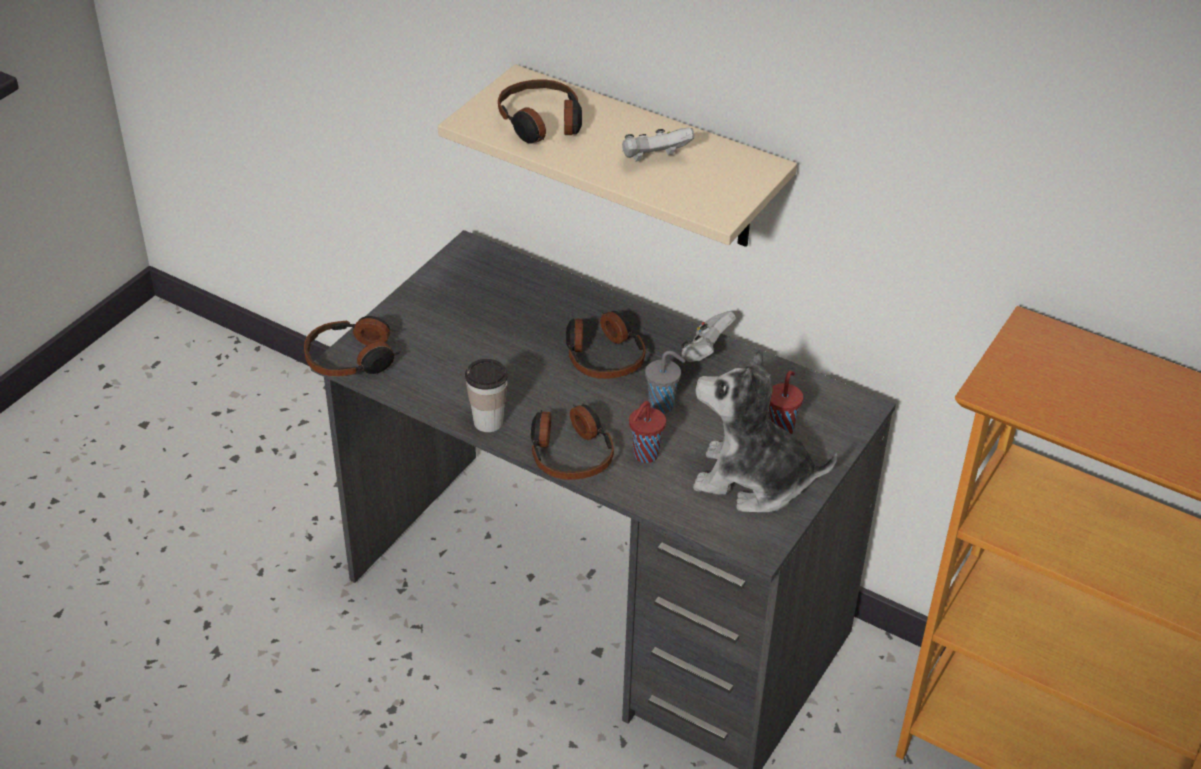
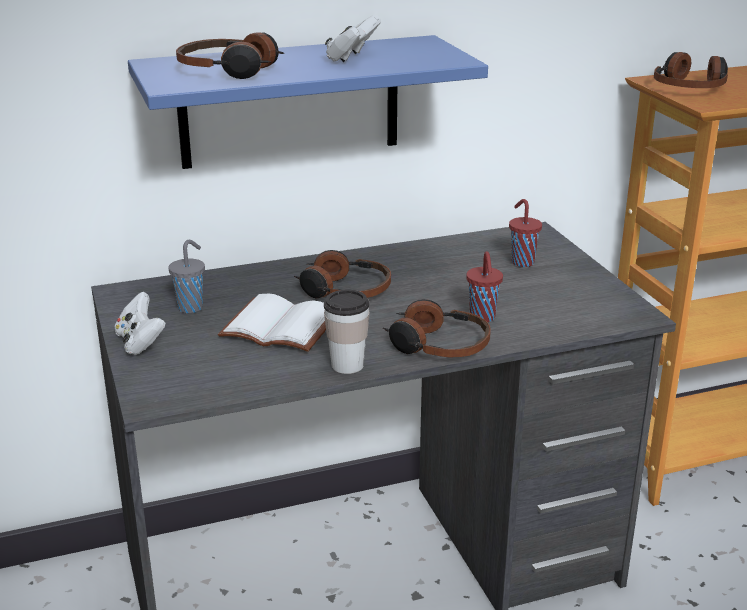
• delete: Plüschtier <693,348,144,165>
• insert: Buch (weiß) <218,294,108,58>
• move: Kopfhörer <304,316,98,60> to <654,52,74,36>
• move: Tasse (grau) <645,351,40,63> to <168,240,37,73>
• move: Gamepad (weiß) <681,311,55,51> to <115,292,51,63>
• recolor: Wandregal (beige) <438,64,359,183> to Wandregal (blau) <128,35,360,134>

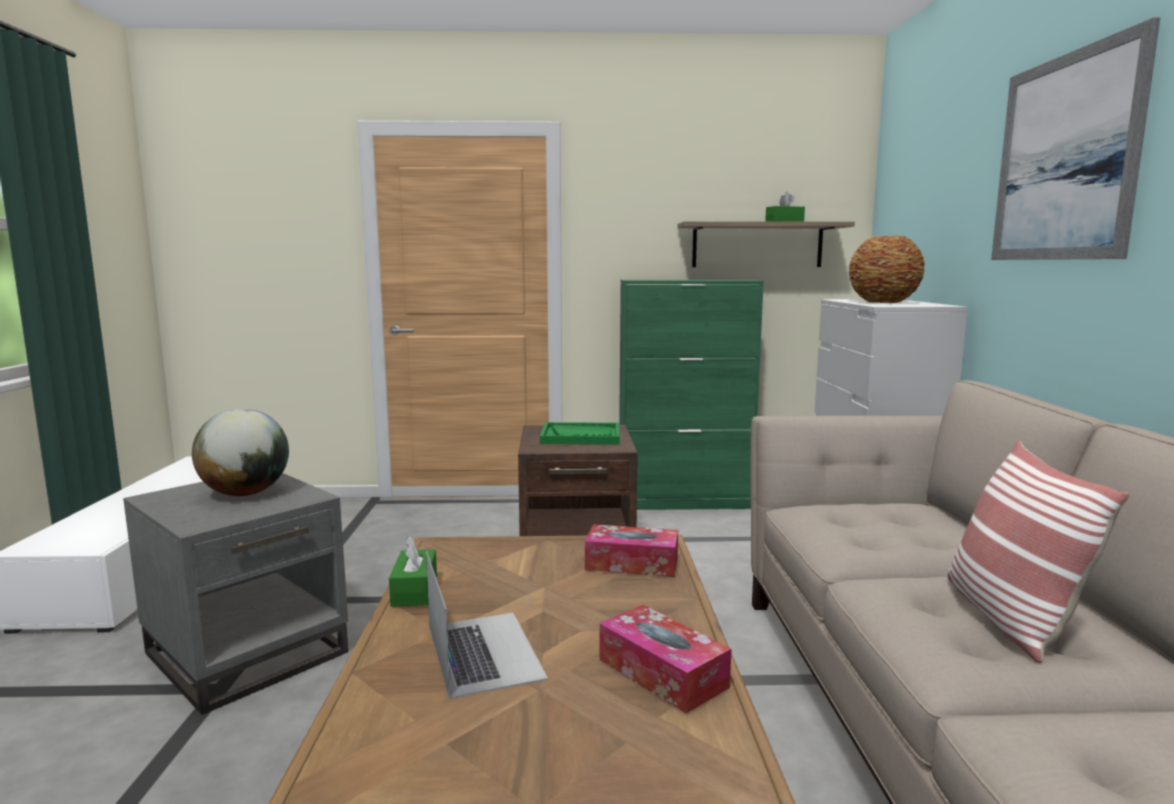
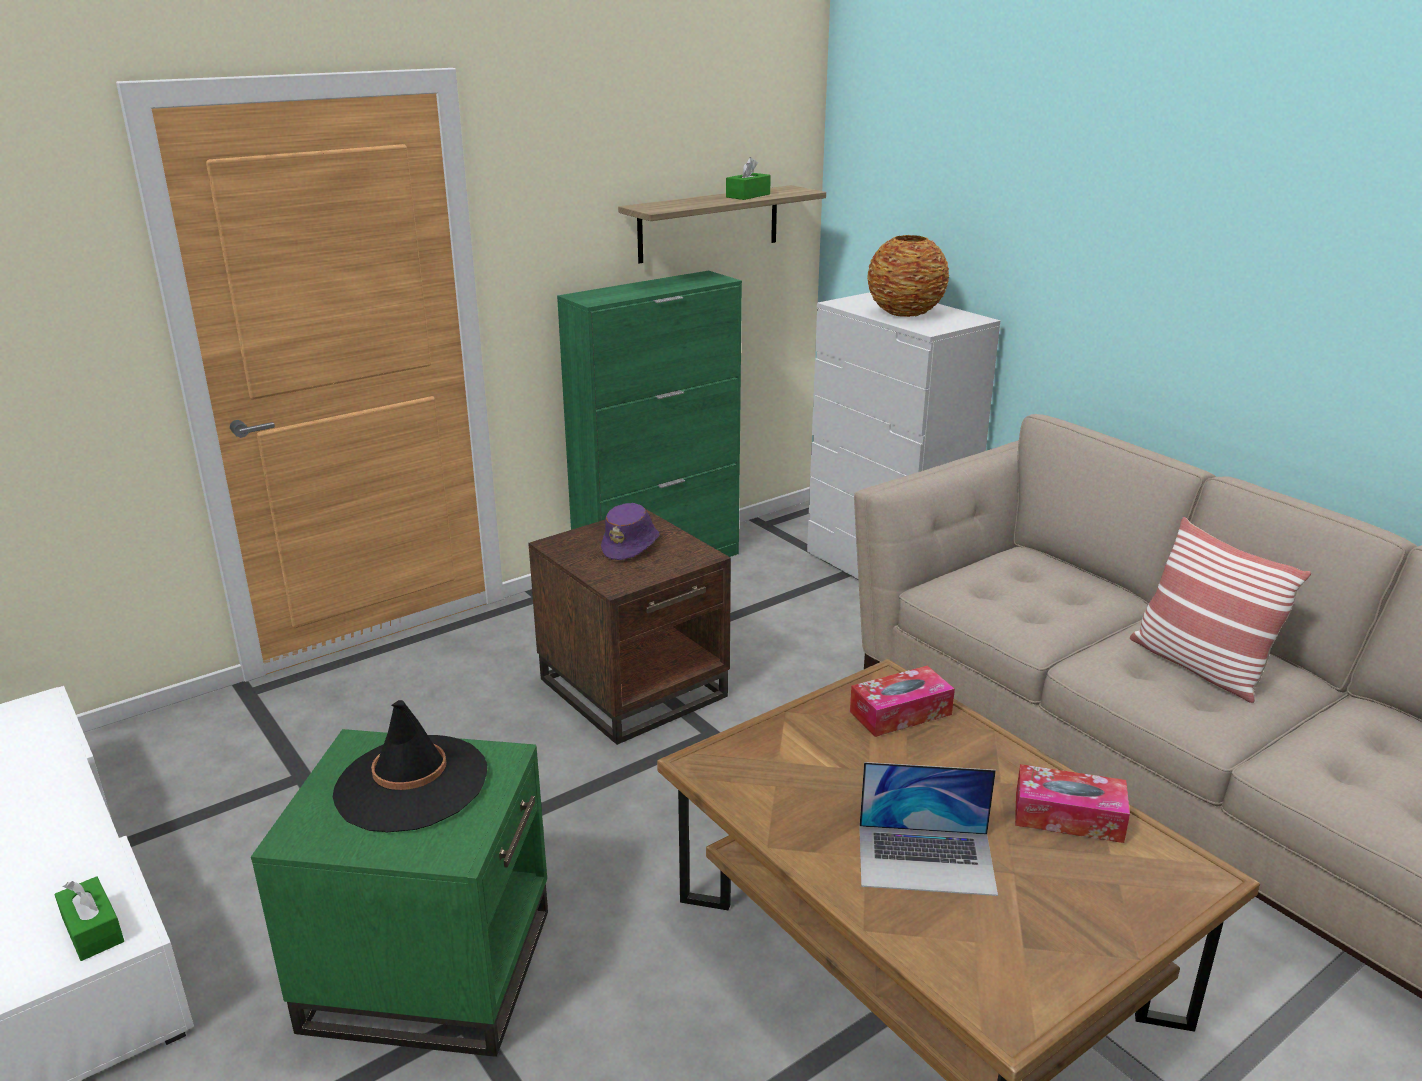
• delete: Bild <991,17,169,243>
• move: Taschentuchbox (grün) <389,536,48,71> to <54,876,70,85>
• replace: Globus <192,408,97,88> to Hut (schwarz) <333,700,154,133>
• replace: Tablett (grün) <540,422,80,23> to Hut (lila) <601,503,59,57>
• recolor: Beistelltisch (grau) <123,473,225,242> to Beistelltisch (grün) <251,729,297,328>
• rotate: Laptop <426,551,122,148> = <860,762,138,134> 150 degrees clockwise

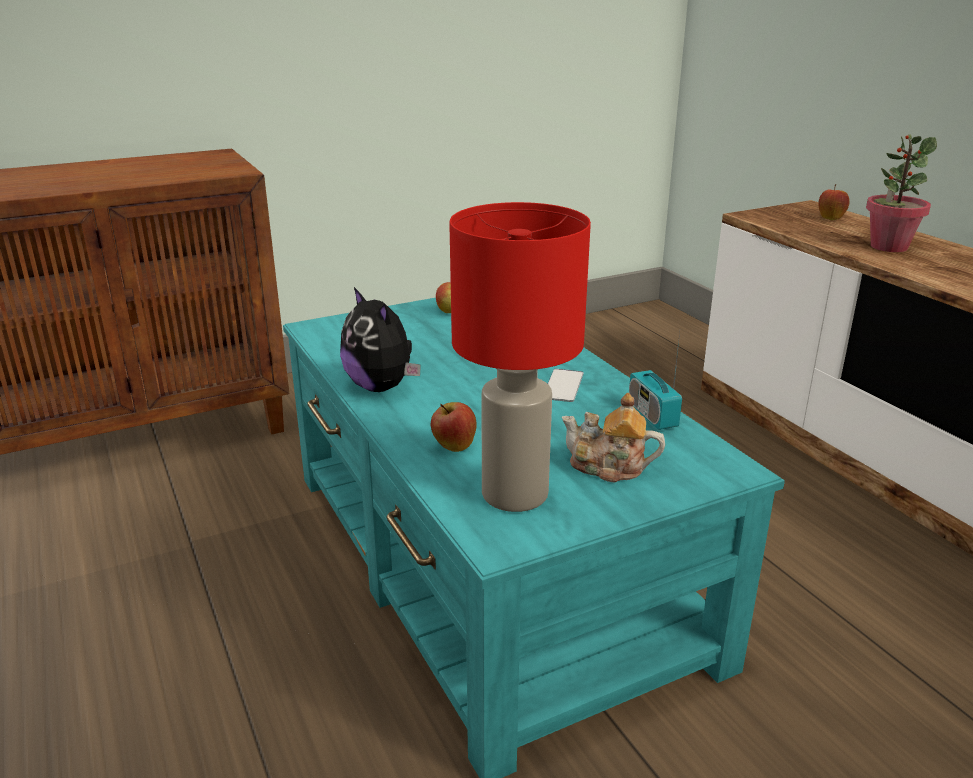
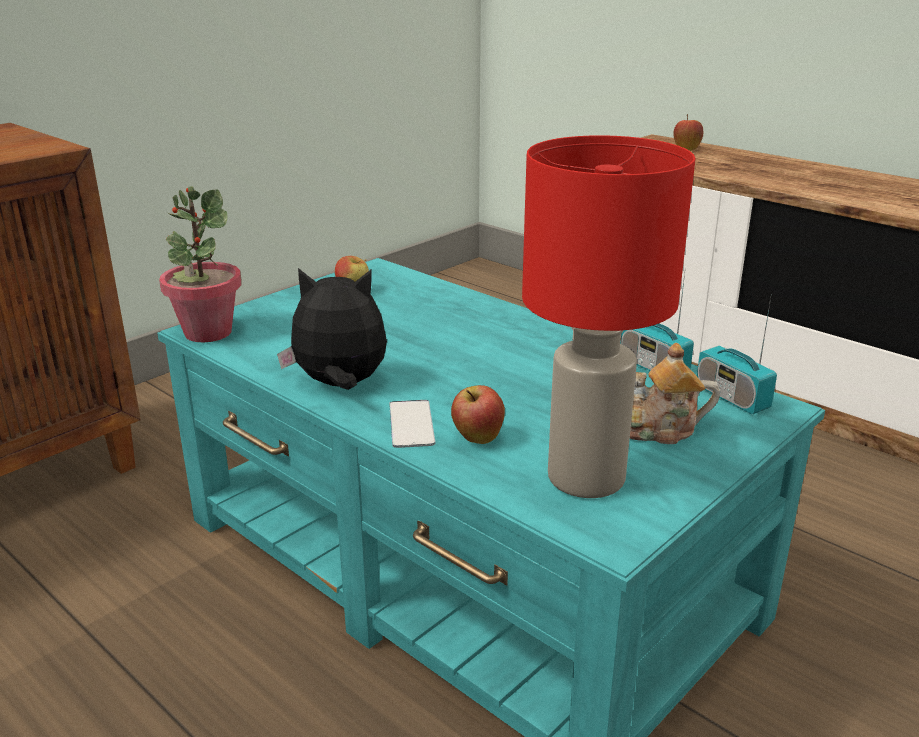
• insert: Radio <697,298,80,116>
• move: Handy <548,369,36,33> to <389,400,46,48>
• move: Topfpflanze <866,134,71,118> to <159,186,83,156>
• rotate: Plüschtier <340,287,81,105> = <277,268,110,122> 150 degrees clockwise

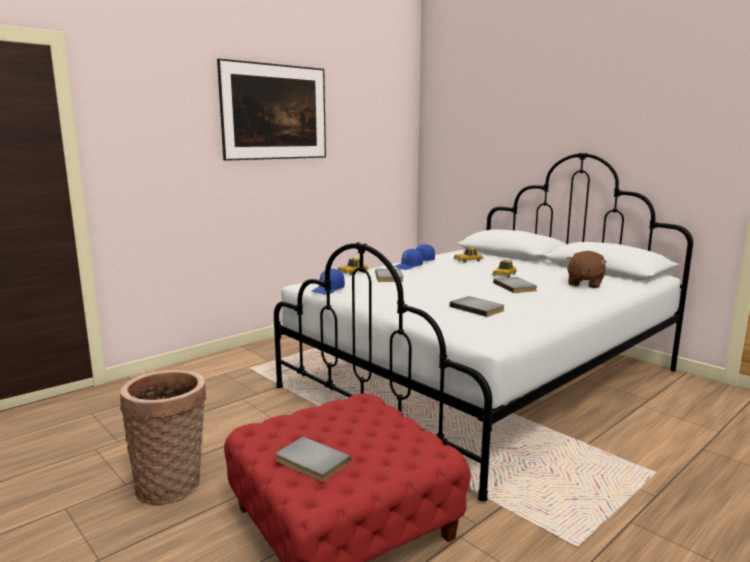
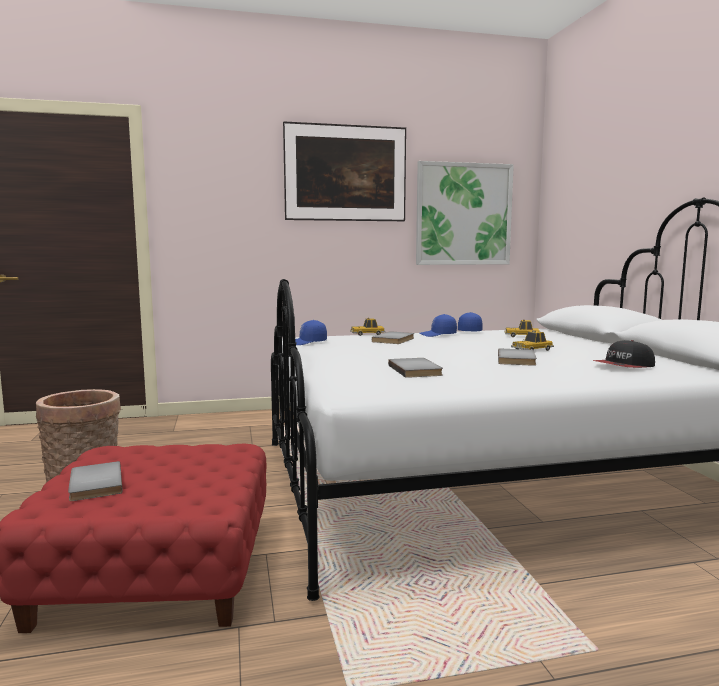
• insert: Bild <416,161,98,104>
• replace: Plüschtier (braun) <566,251,41,37> to Kappe <593,340,62,28>

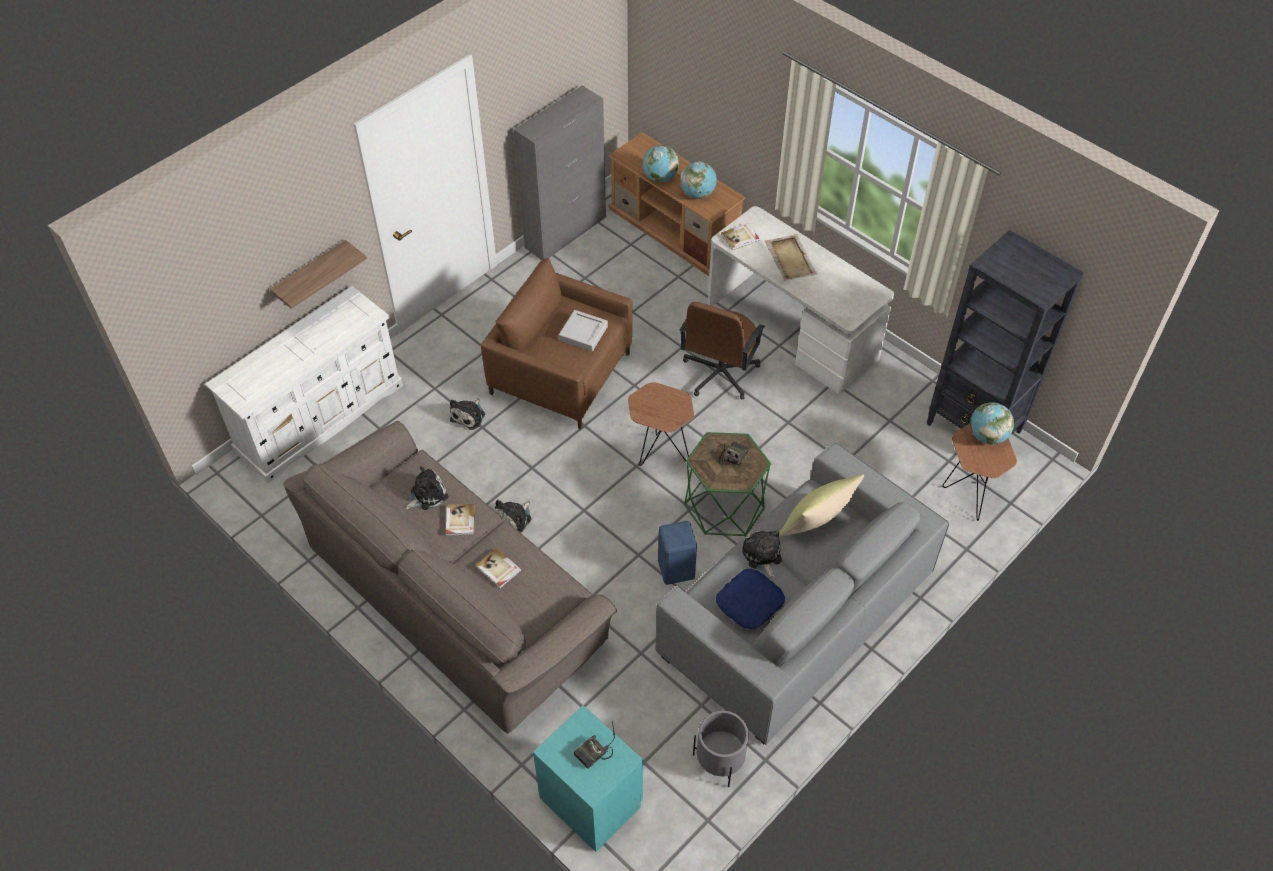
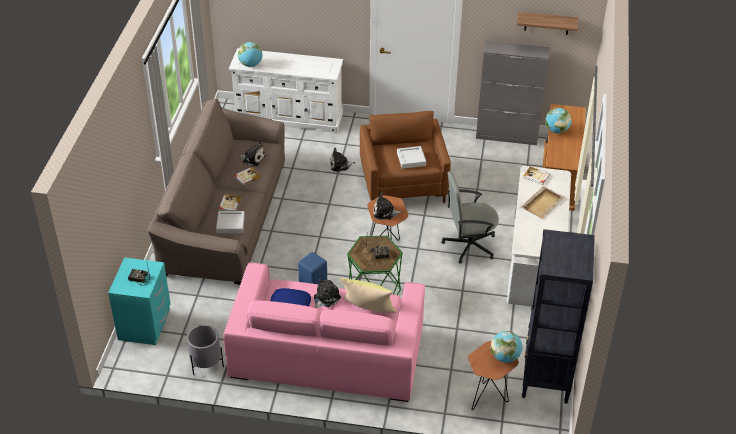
• insert: Tablett (grau) <216,211,29,22>
• move: Wandregal <270,240,97,69> to <517,12,61,23>
• move: Plüschtier <495,500,36,33> to <373,192,29,28>
• move: Globus <680,161,37,38> to <238,42,24,25>
• recolor: Sofa (grau) <655,442,294,303> to Sofa (rosa) <223,262,202,140>
• recolor: Bürostuhl (braun) <680,302,85,98> to Bürostuhl (grau) <441,171,58,93>

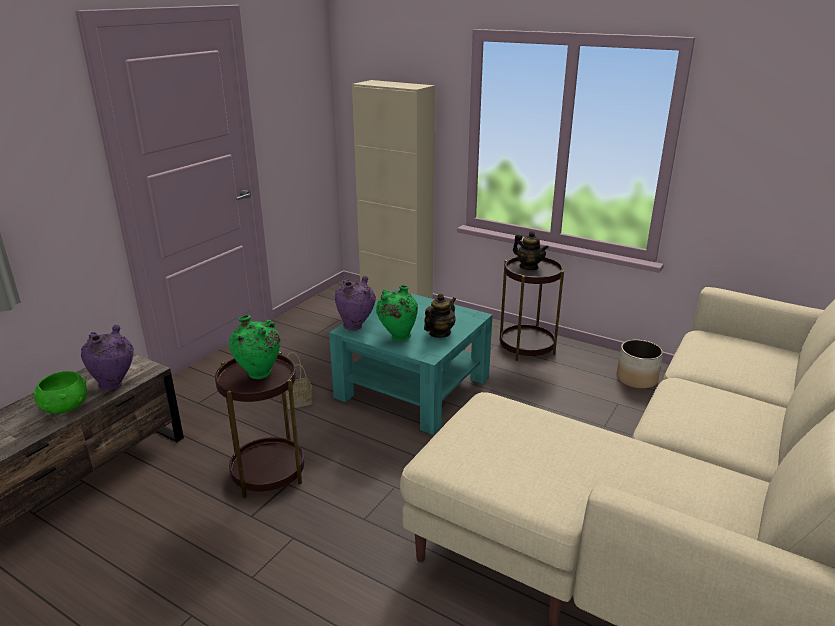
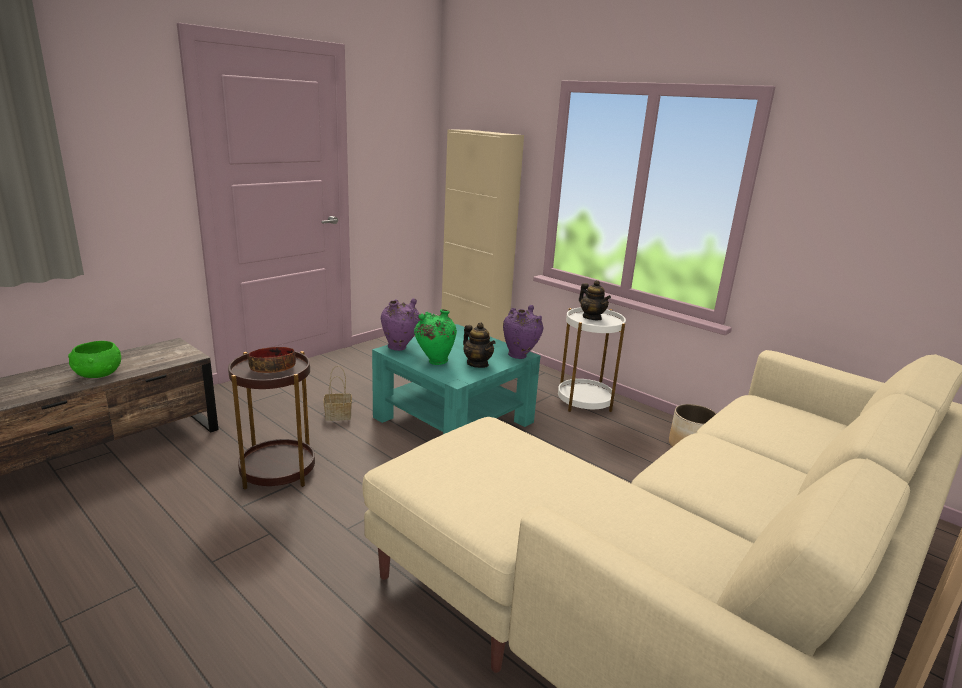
• move: Vase (lila) <81,325,53,65> to <503,305,40,54>
• replace: Vase (grün) <229,315,52,64> to Schüssel <248,347,48,26>
• recolor: Beistelltisch (braun) <500,257,64,104> to Beistelltisch (weiß) <558,307,68,105>
• rotate: Teekanne <424,294,32,44> = <463,322,33,46> 90 degrees clockwise

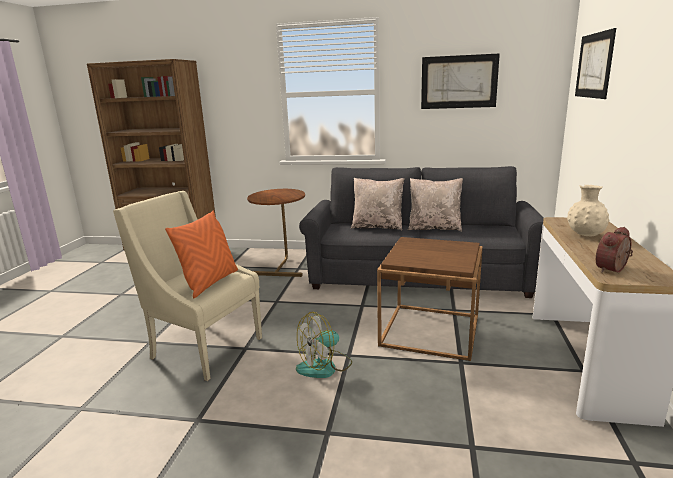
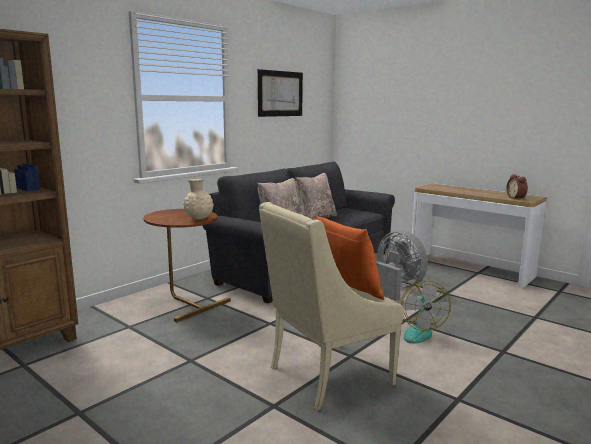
• delete: Bild <575,28,41,71>
• move: Vase (beige) <567,185,42,51> to <183,179,31,40>
• replace: Beistelltisch (braun) <377,237,106,124> to Ventilator (grau) <376,230,52,71>

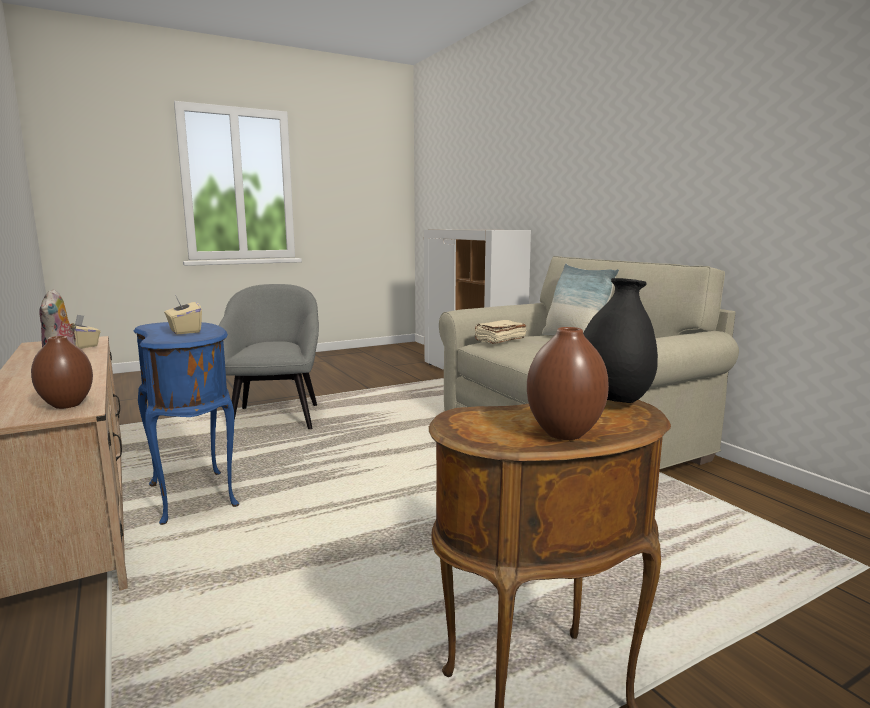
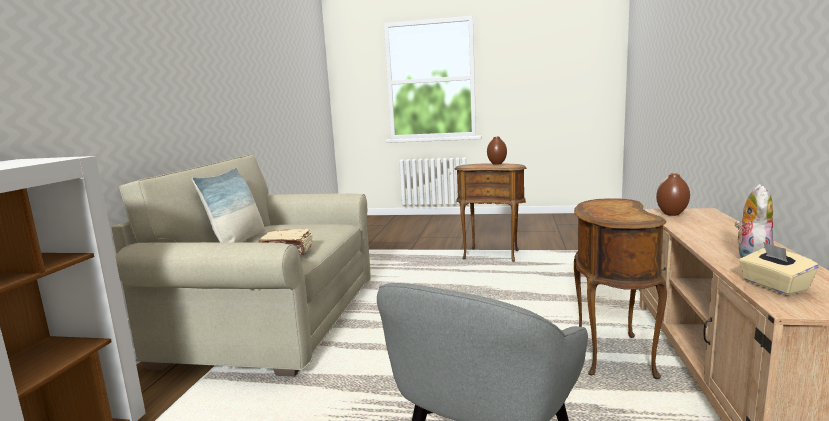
• delete: Taschentuchbox (beige) <164,295,38,39>
• delete: Vase (schwarz) <583,278,75,125>
• recolor: Beistelltisch (blau) <134,322,105,203> to Beistelltisch (braun) <574,198,93,181>

